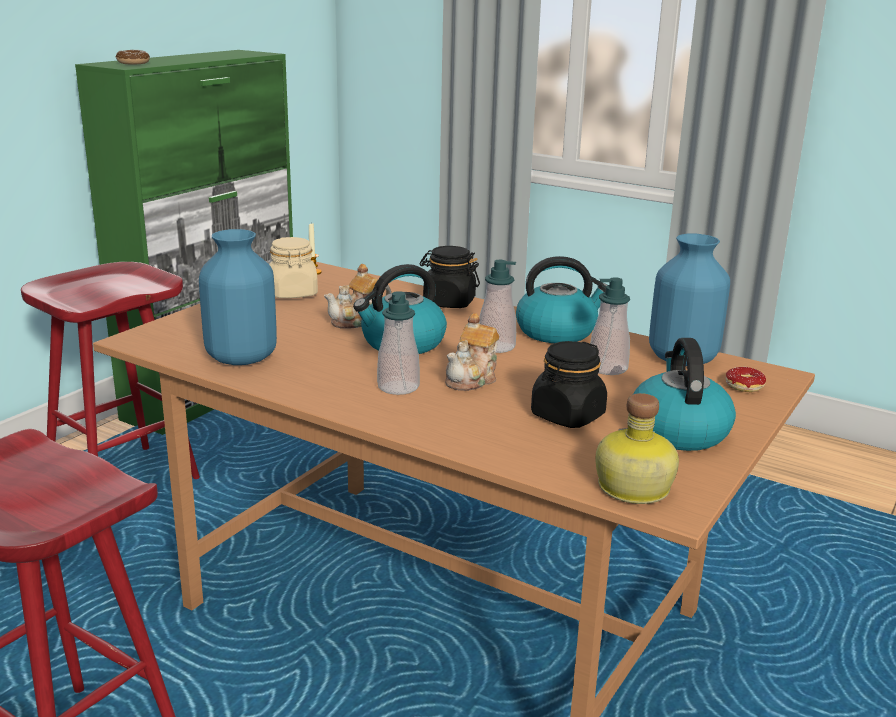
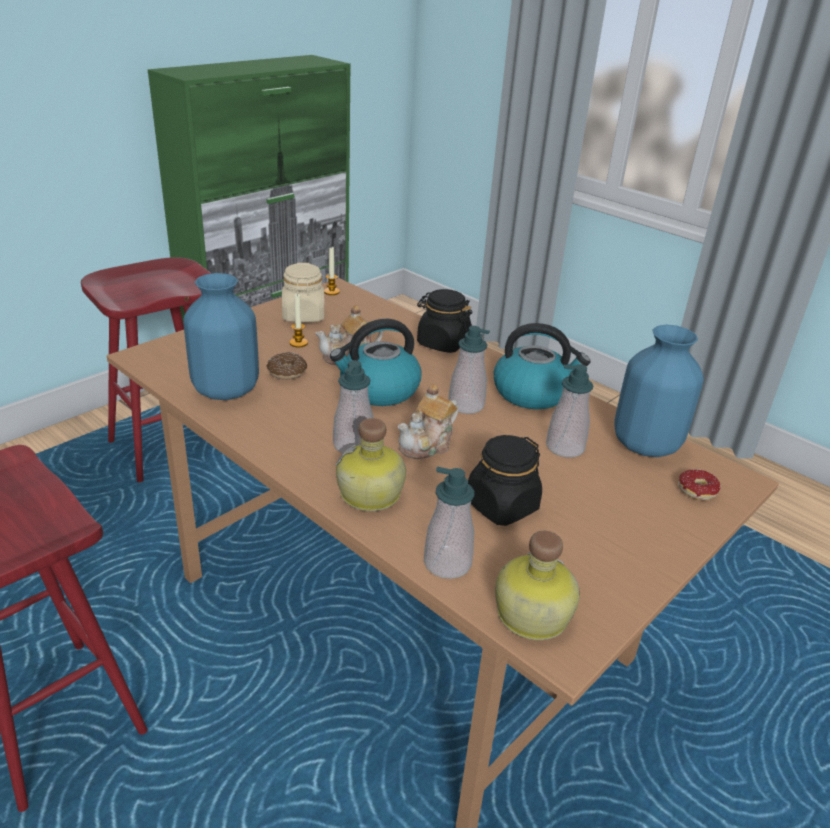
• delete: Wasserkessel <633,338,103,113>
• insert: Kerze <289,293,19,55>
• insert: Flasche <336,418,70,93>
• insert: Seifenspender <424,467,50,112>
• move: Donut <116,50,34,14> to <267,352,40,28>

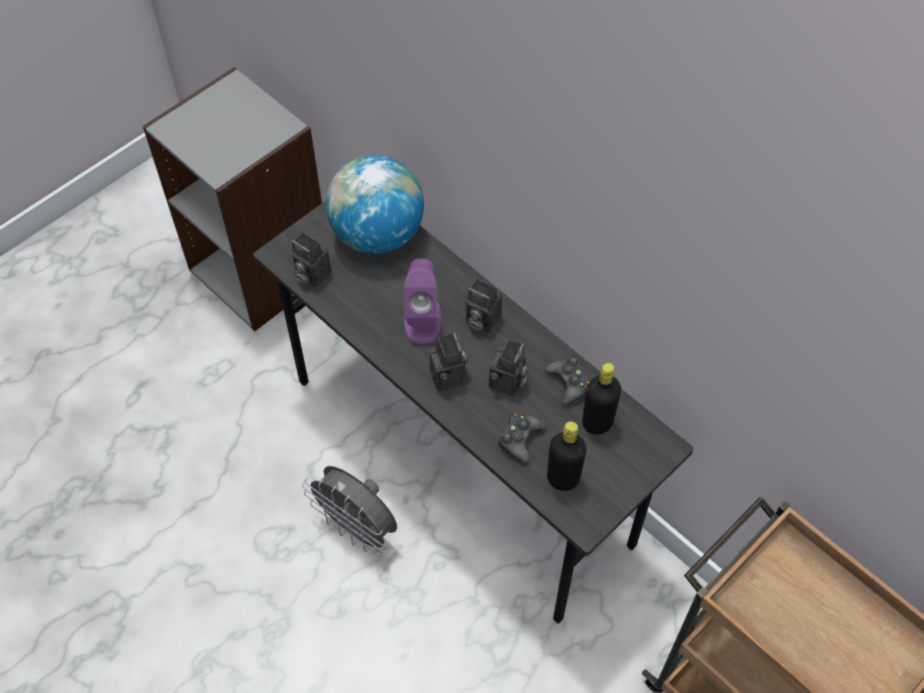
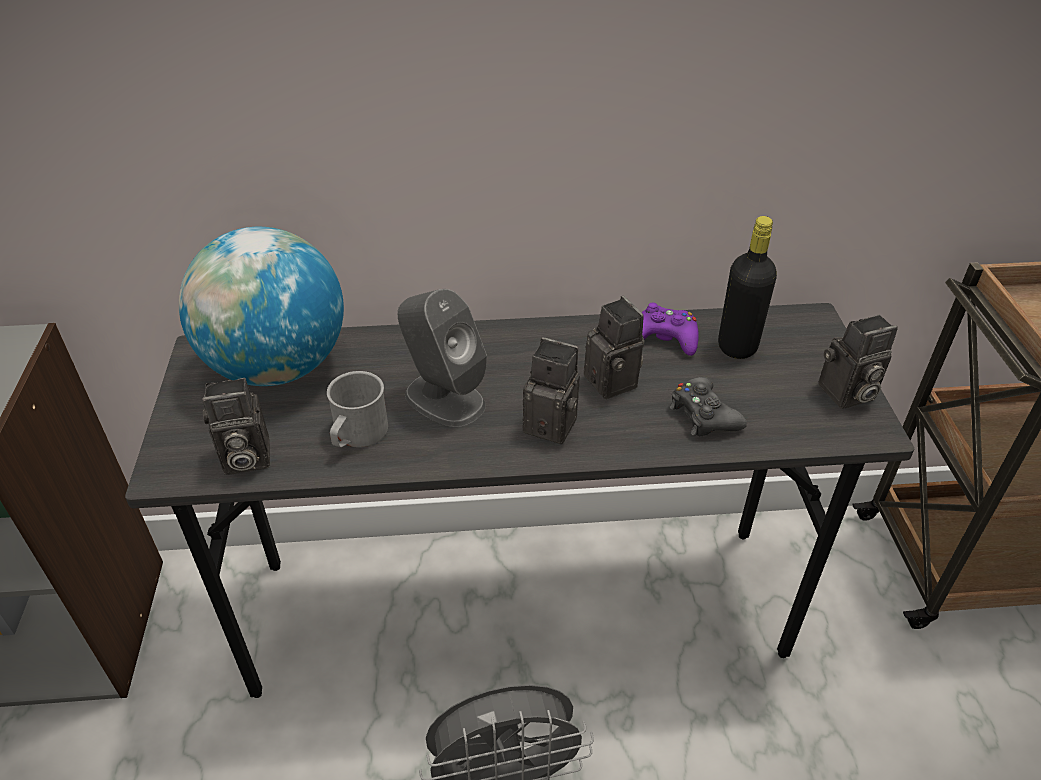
• delete: Flasche (schwarz) <547,421,39,70>
• insert: Henkelbecher (grau) <327,371,61,76>
• move: Kamera <466,279,36,55> to <819,315,79,94>
• recolor: Lautsprecher (lila) <404,258,38,86> to Lautsprecher (grau) <398,289,89,138>
• recolor: Gamepad (schwarz) <545,358,46,48> to Gamepad (lila) <642,303,57,53>

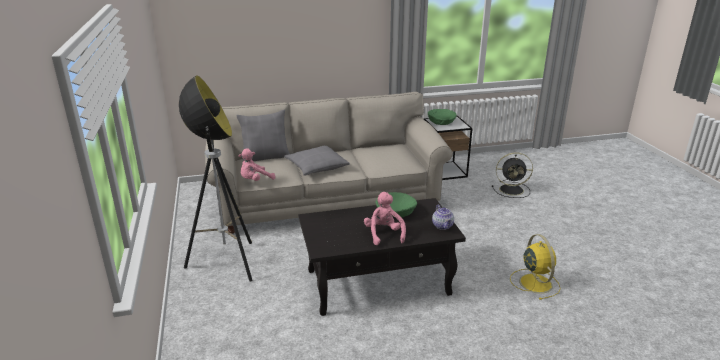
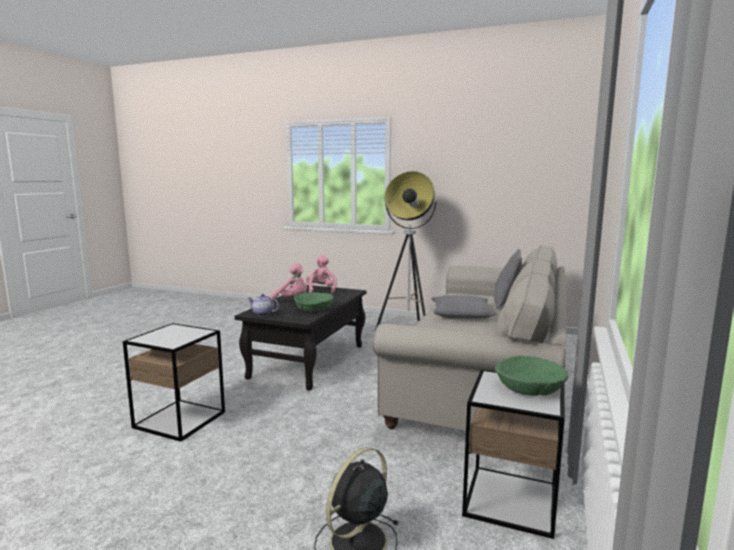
• move: Plüschtier (rosa) <239,149,36,32> to <306,255,31,39>
• replace: Ventilator (gelb) <510,234,51,66> to Beistelltisch <123,323,102,119>

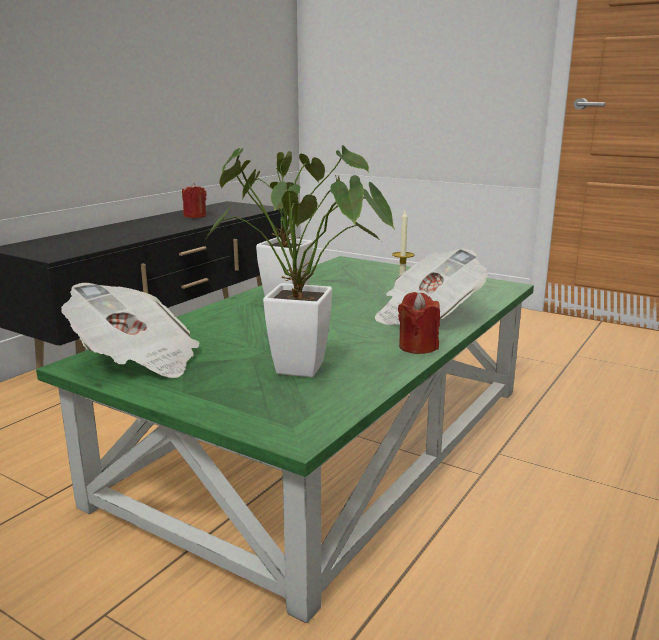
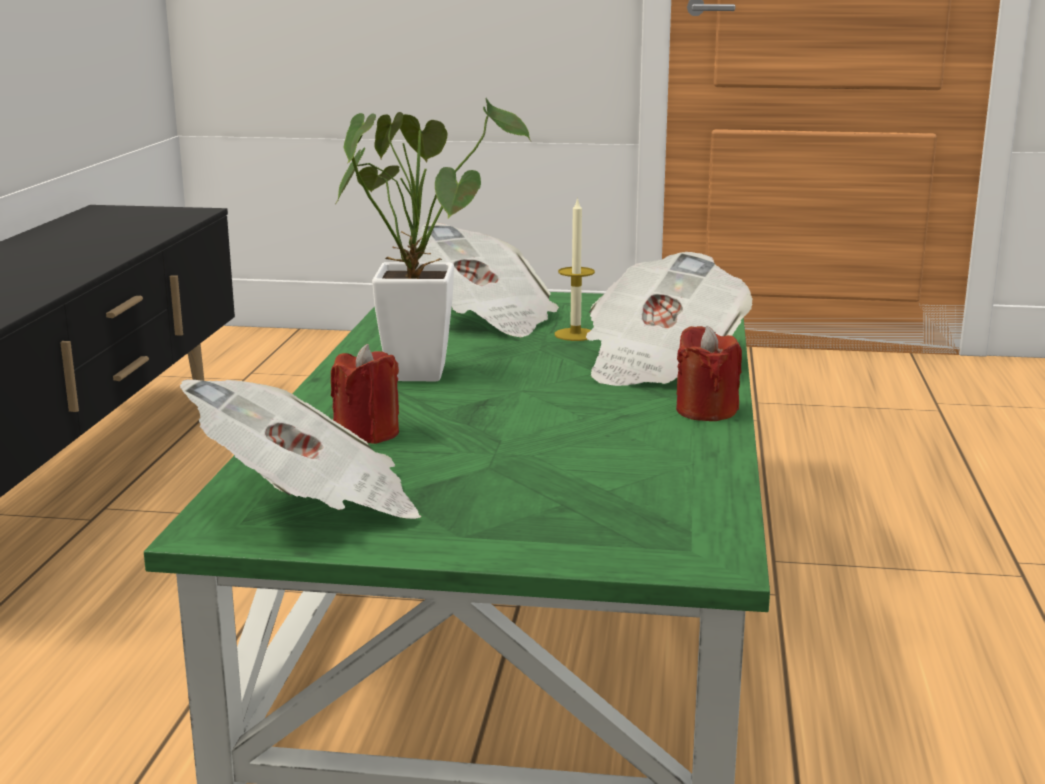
• delete: Topfpflanze <207,160,188,217>
• insert: Zeitung <406,223,153,114>
• move: Kerze (rot) <182,183,25,35> to <331,344,68,100>

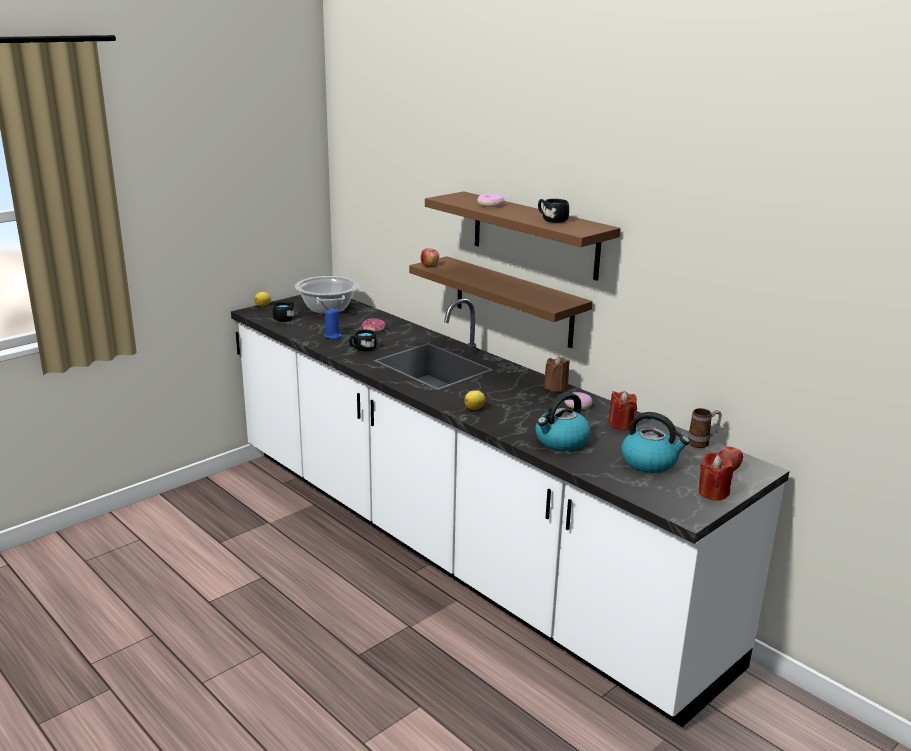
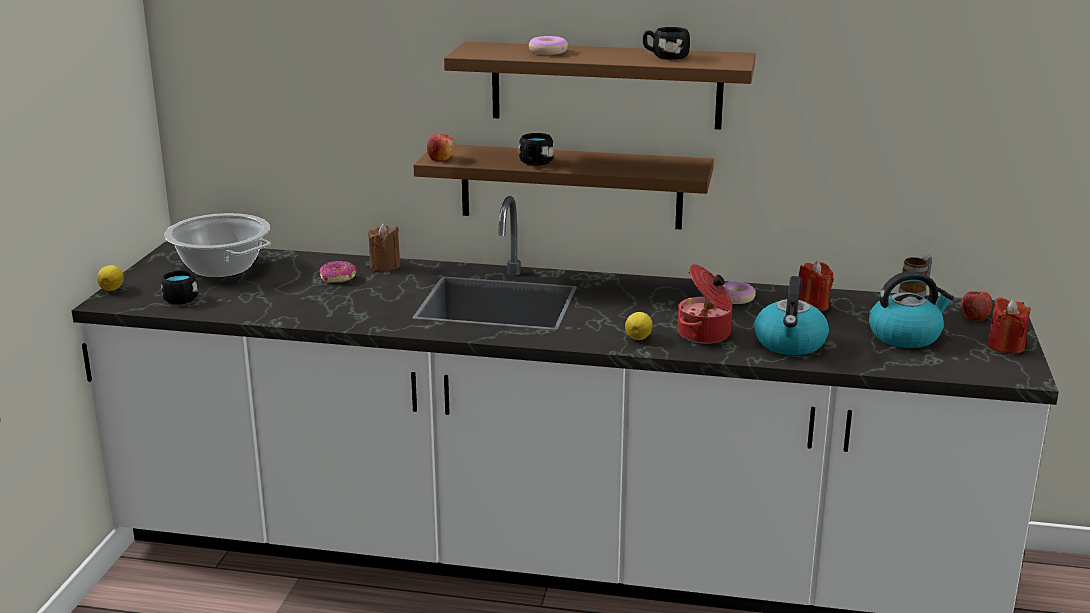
• delete: Kerze (blau) <324,309,19,30>
• insert: Kochtopf <678,264,54,80>
• move: Henkelbecher (schwarz) <349,330,28,21> to <519,133,35,32>
• move: Kerze (braun) <544,356,26,36> to <368,223,32,48>

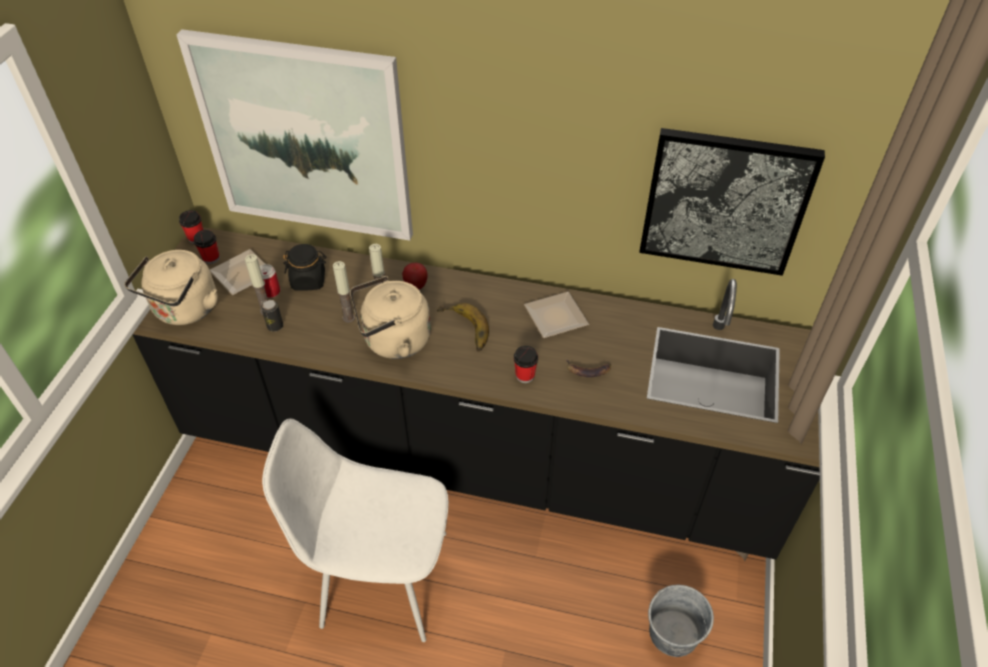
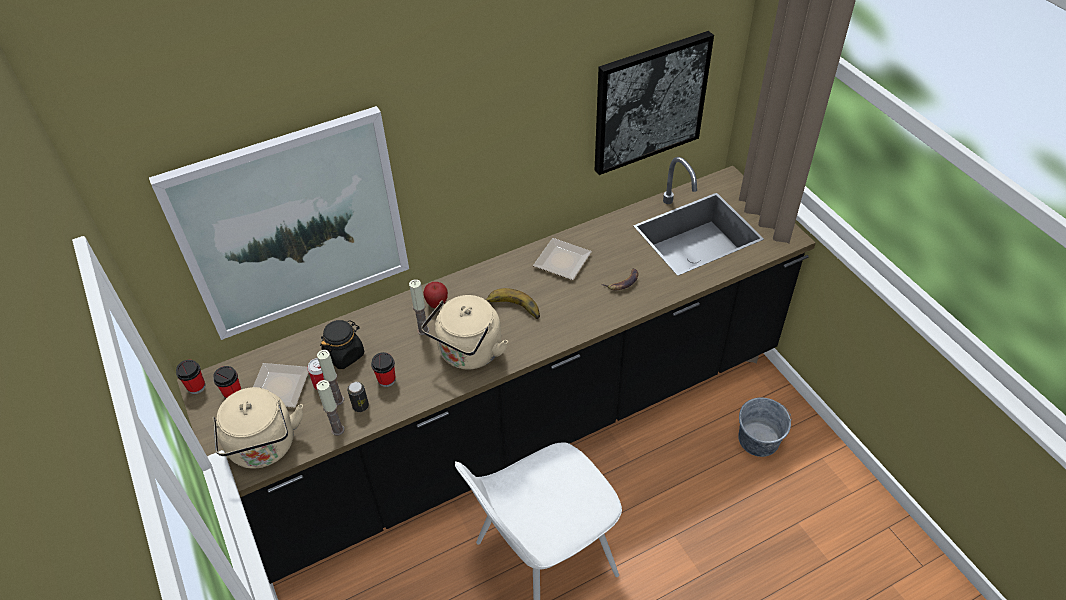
• move: Kerze <333,261,22,62> to <317,380,28,56>
• move: Tasse <514,346,24,37> to <371,352,25,35>

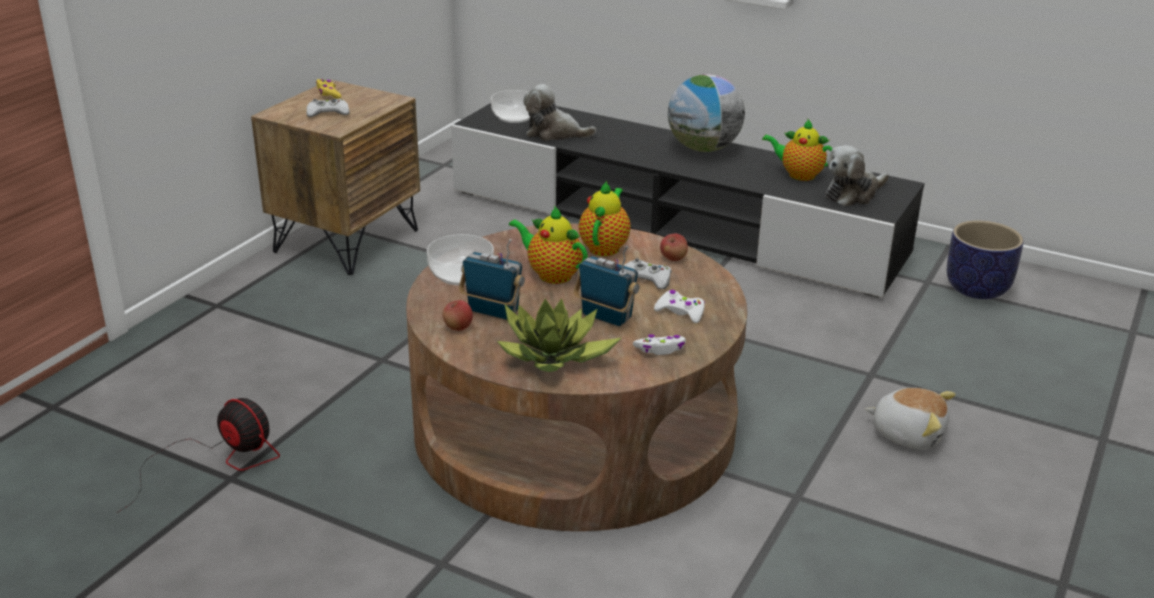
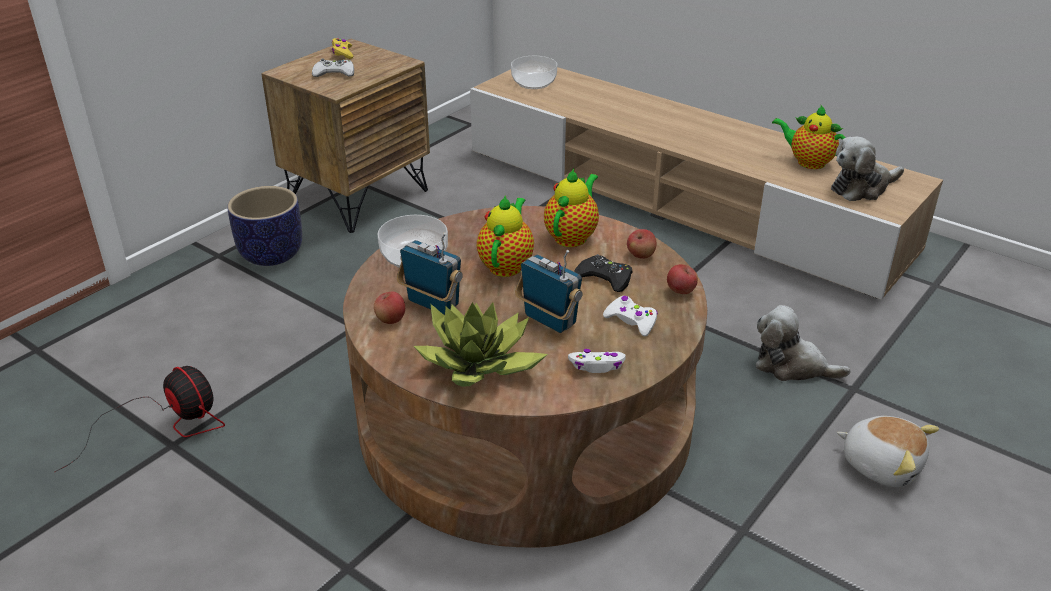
• delete: Globus <668,74,77,78>
• insert: Apfel <667,264,31,30>
• move: Plüschtier <523,84,73,57> to <756,305,95,76>
• move: Pflanzkübel <947,220,77,79> to <227,186,75,80>
• recolor: Fernsehschrank (schwarz) <451,103,473,195> to Fernsehschrank (beige) <470,67,473,233>
• recolor: Gamepad (weiß) <623,258,49,31> to Gamepad (schwarz) <574,254,59,38>
• rotate: Teekanne <509,206,79,78> = <477,195,57,82> 60 degrees clockwise

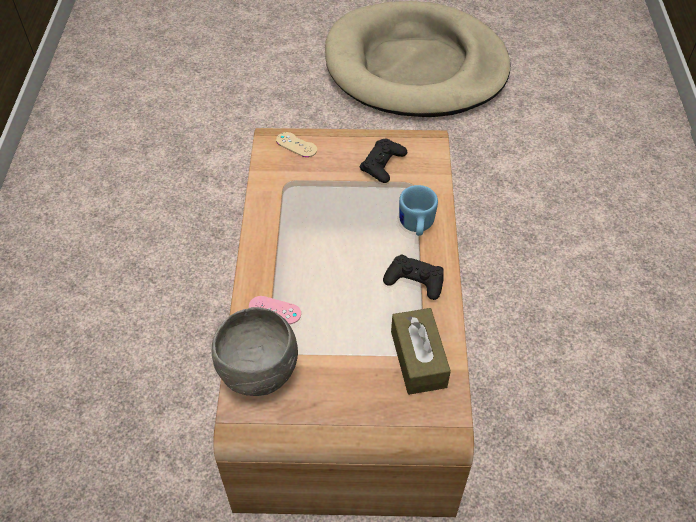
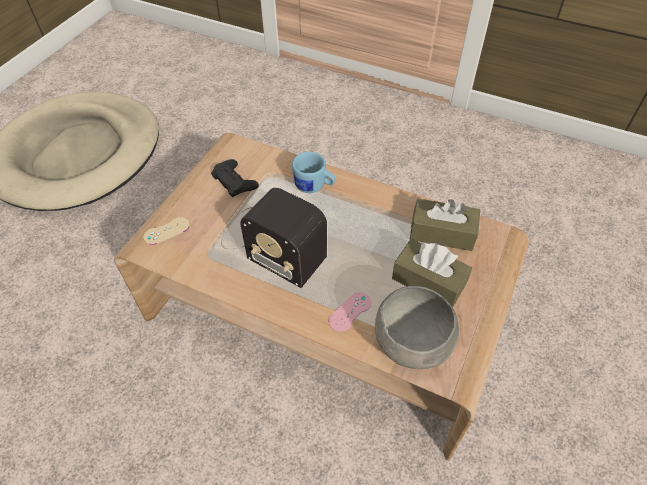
• delete: Gamepad (schwarz) <383,254,61,46>
• insert: Radio <221,188,106,100>
• insert: Taschentuchbox (braun) <392,239,80,68>

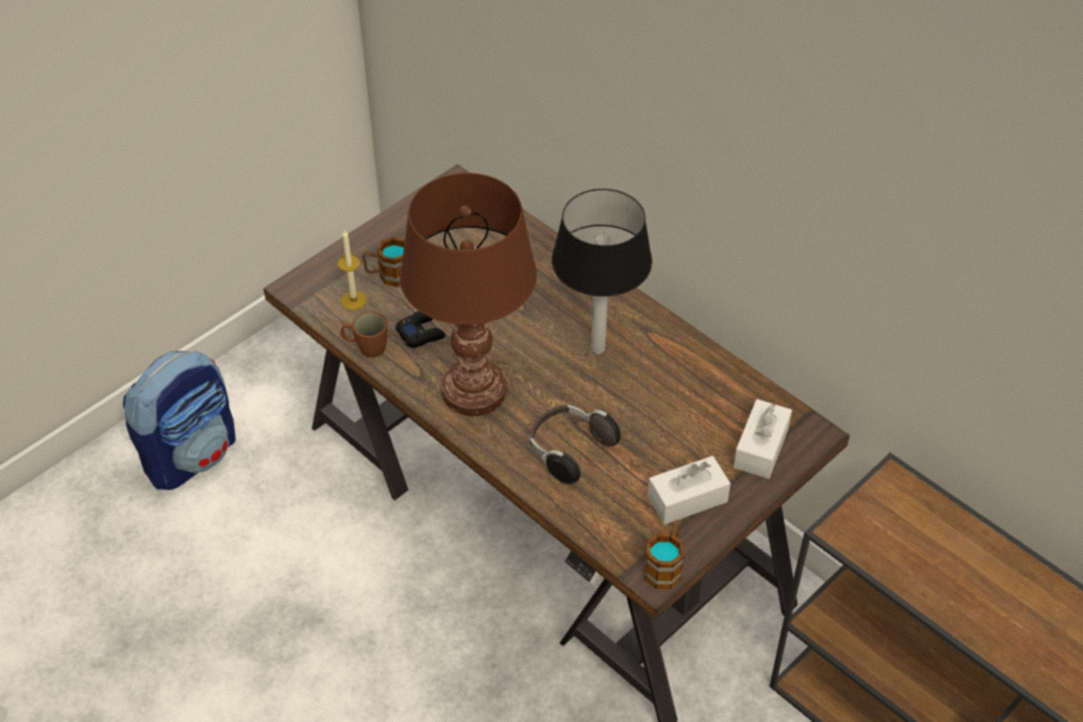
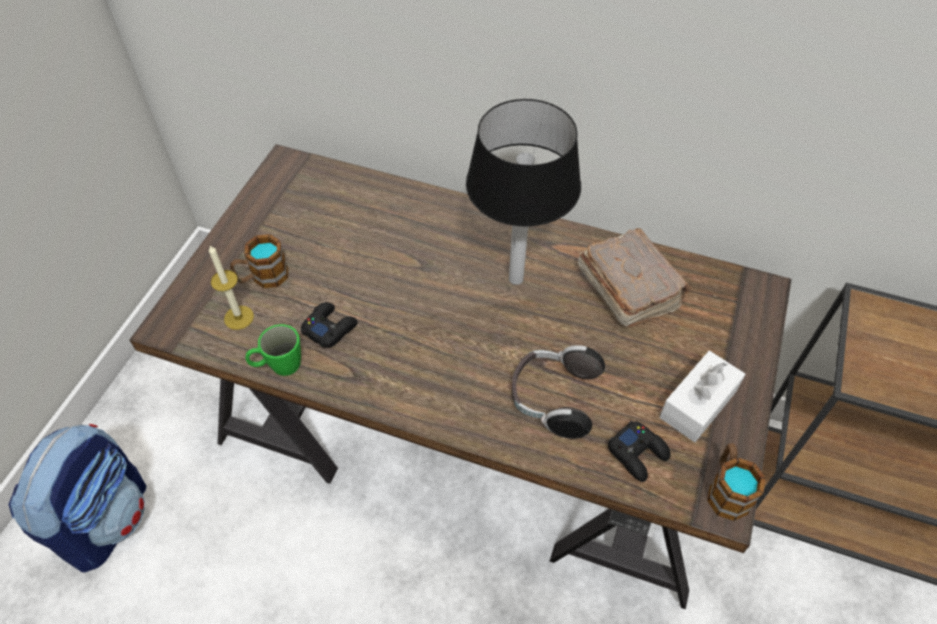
• delete: Tischlampe (braun) <400,173,137,243>
• delete: Taschentuchbox (weiß) <733,399,59,80>
• insert: Buch (braun) <578,228,114,100>
• insert: Gamepad (schwarz) <608,420,63,62>
• recolor: Henkelbecher (braun) <341,312,47,46> to Henkelbecher (grün) <245,324,56,52>

